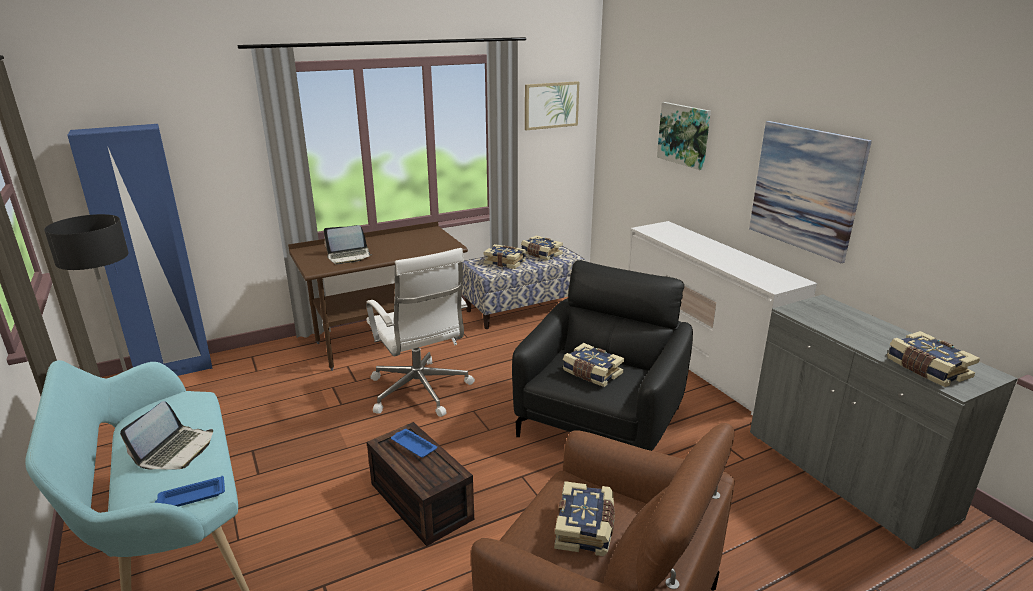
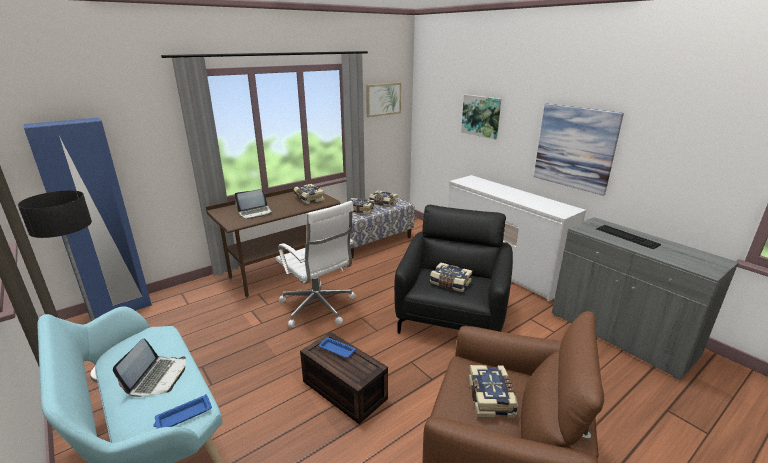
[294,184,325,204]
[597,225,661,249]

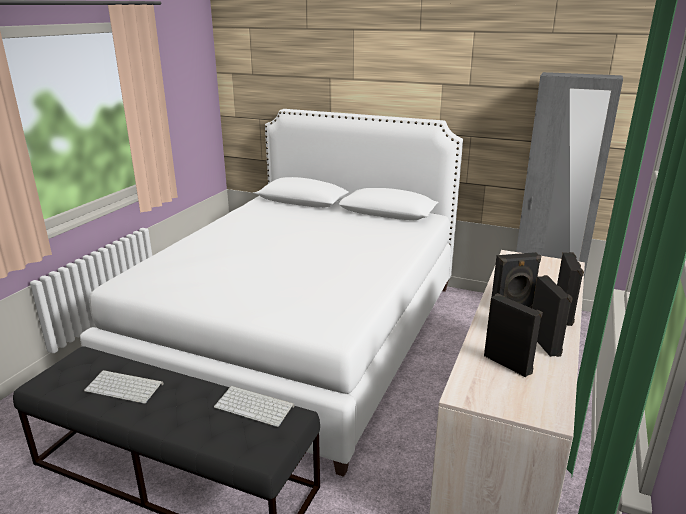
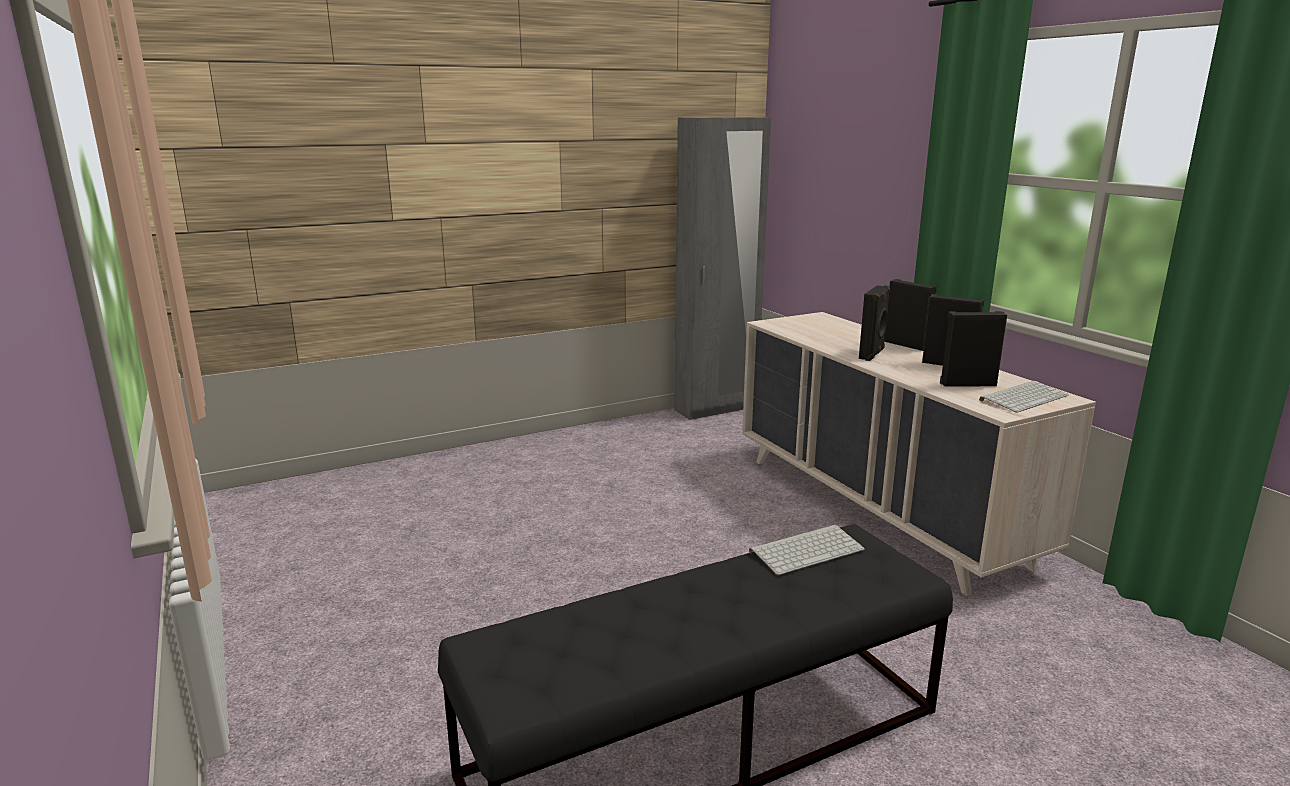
[979,381,1069,413]
[80,109,463,477] (first image)

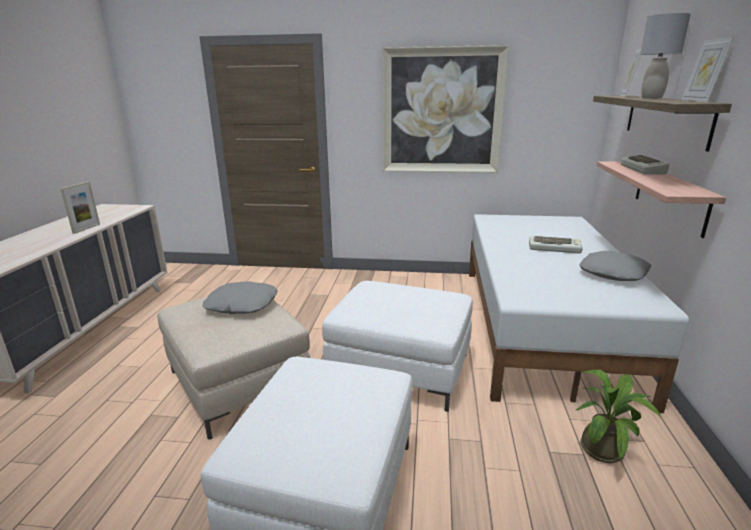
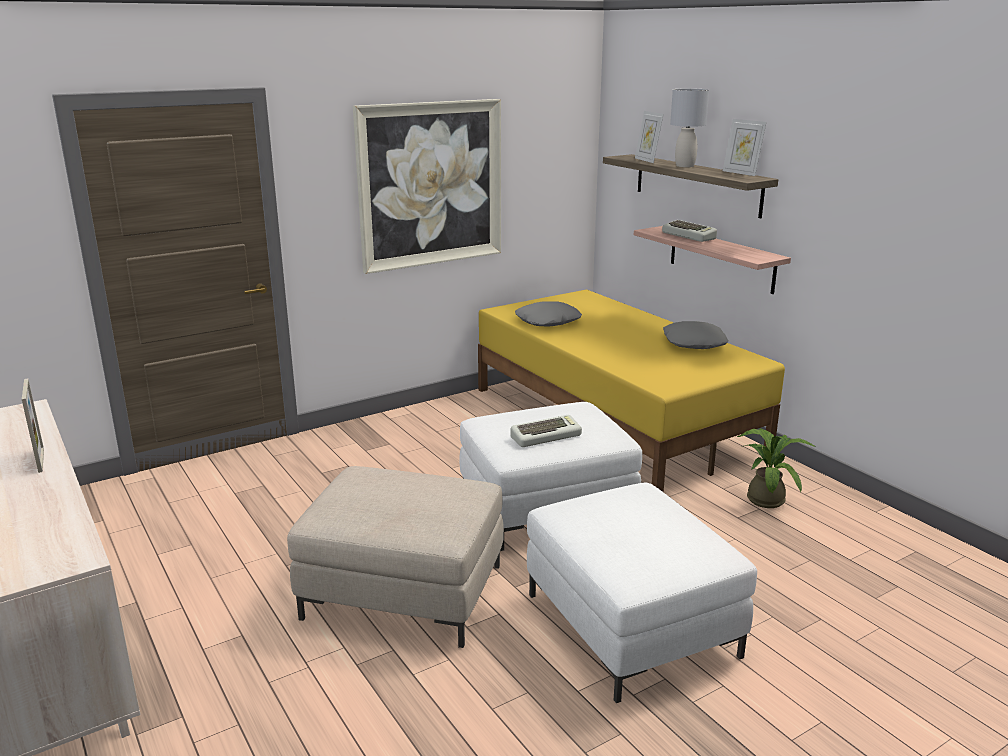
[478,290,785,492]
[511,415,582,447]
[515,301,582,327]

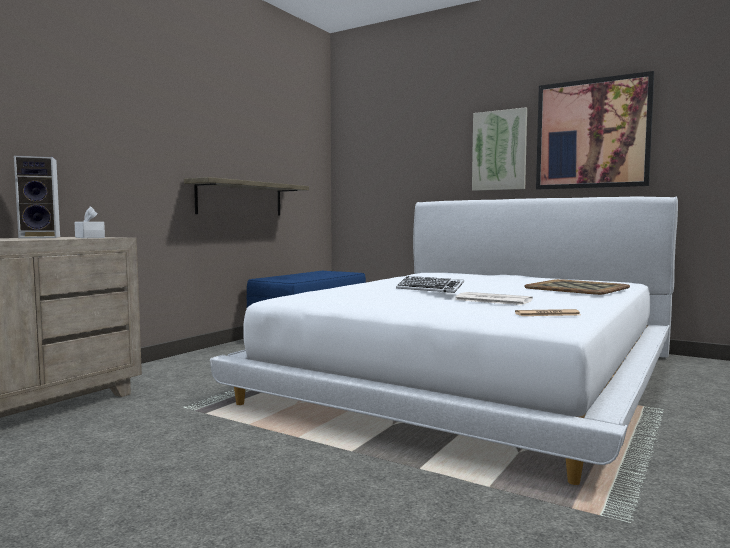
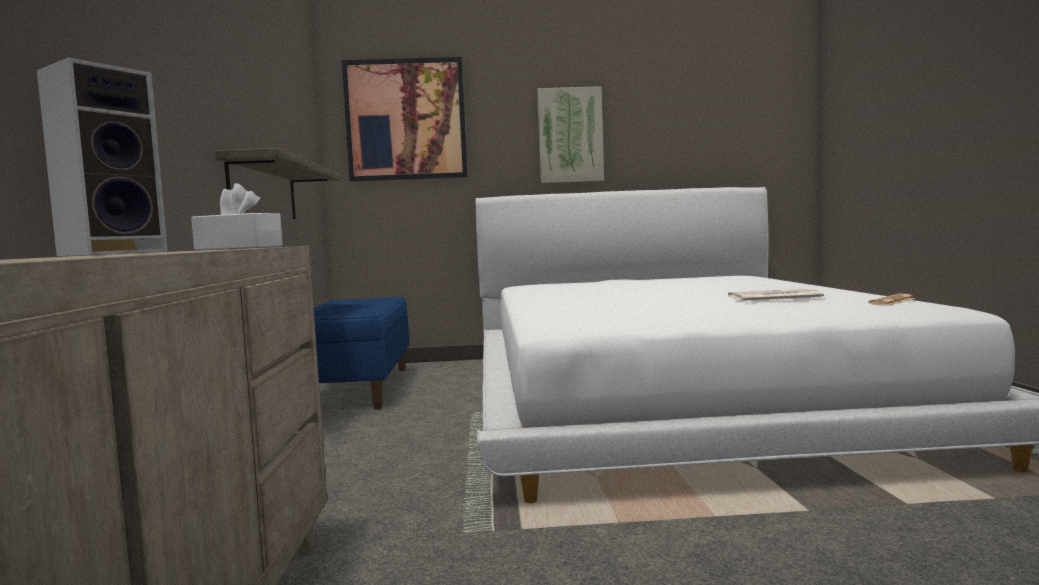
[342,57,468,182]
[396,276,464,293] (first image)
[525,279,630,295] (first image)

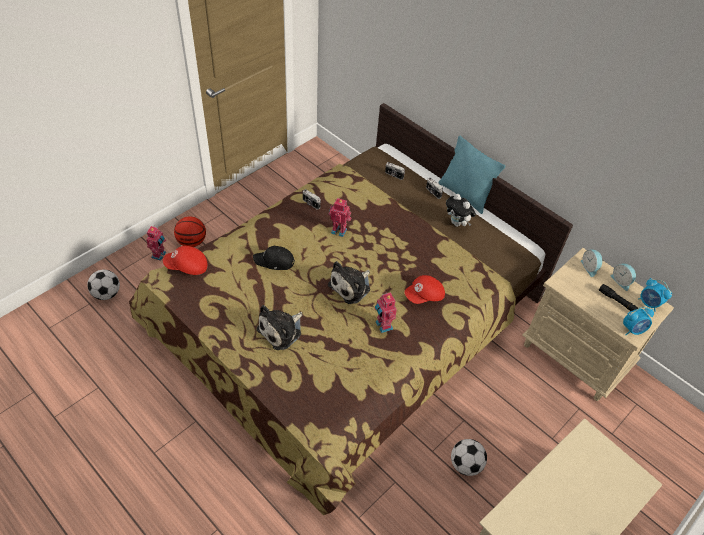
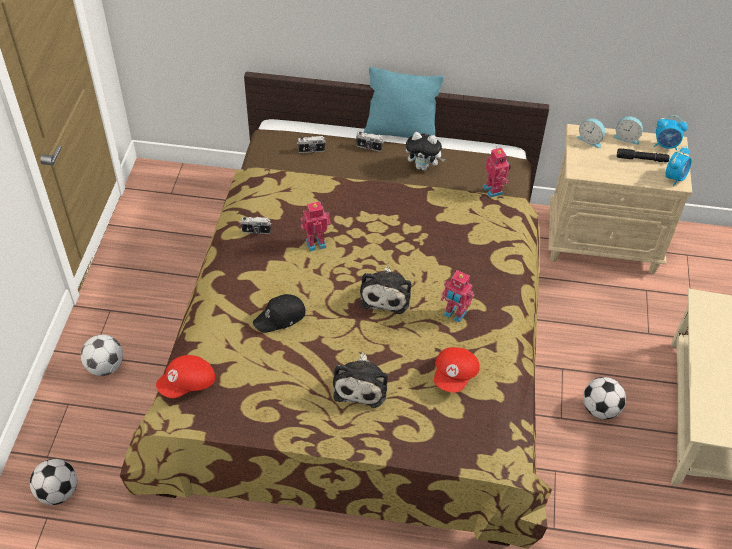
[81,335,123,376]
[434,347,480,392]
[483,146,511,198]

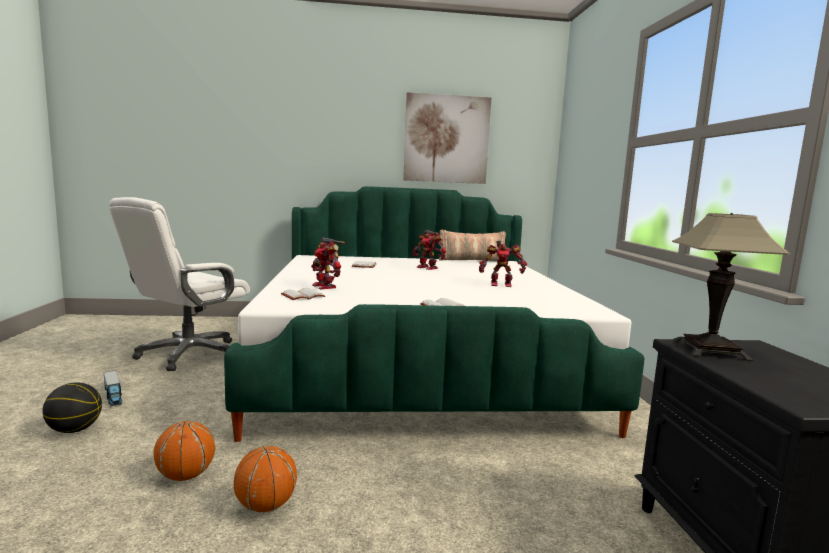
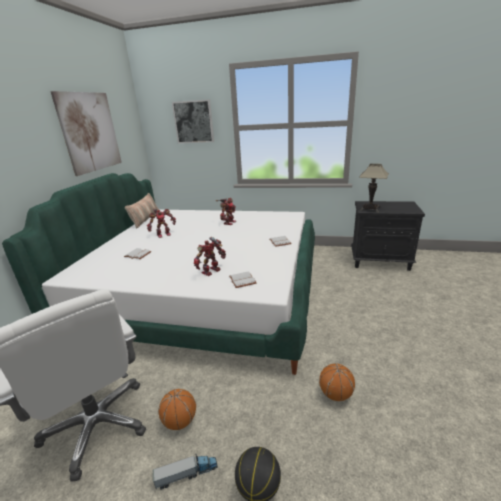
[158,389,196,430]
[172,99,214,143]
[194,237,226,276]

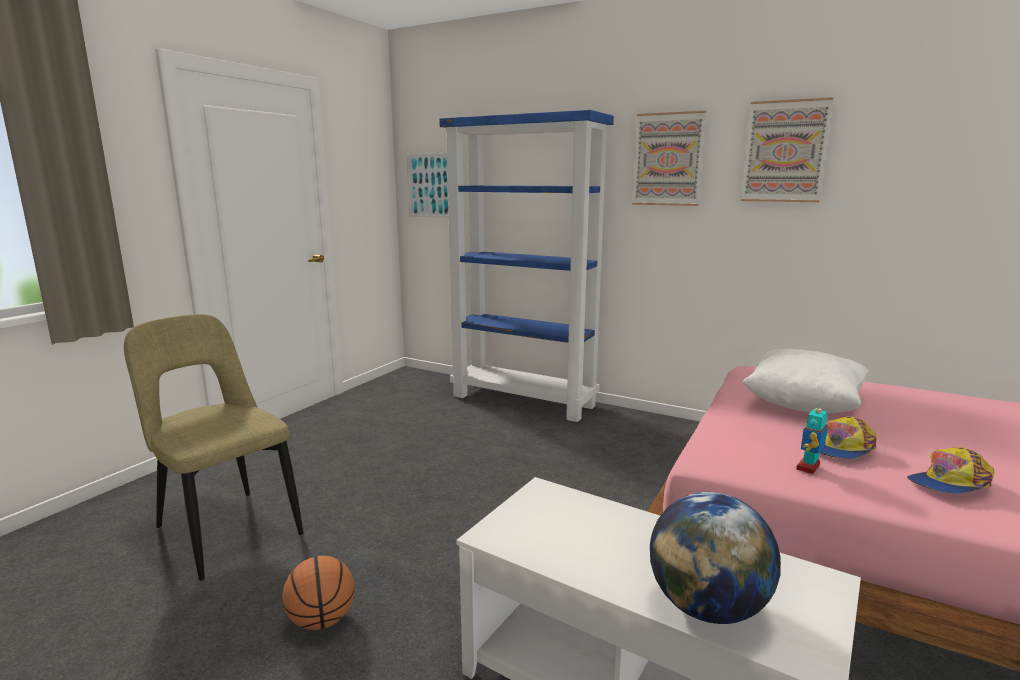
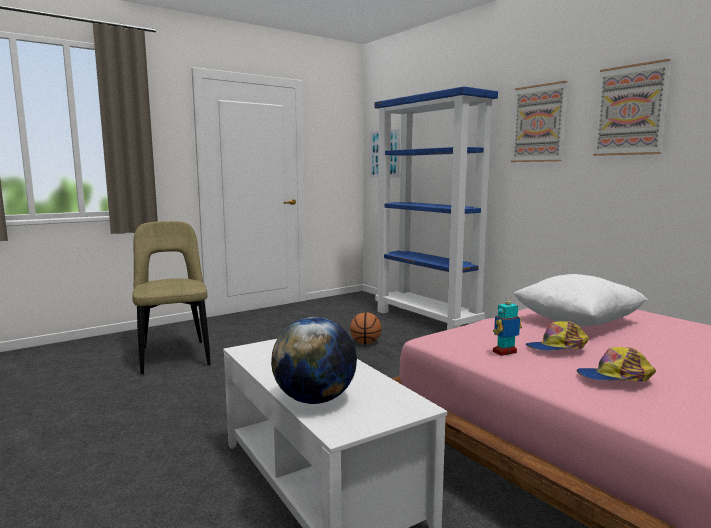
[350,312,382,344]

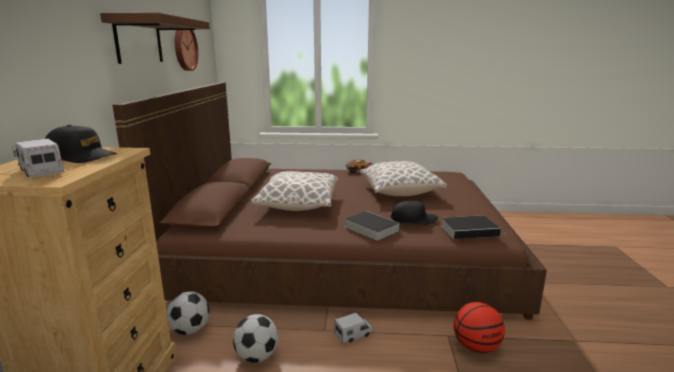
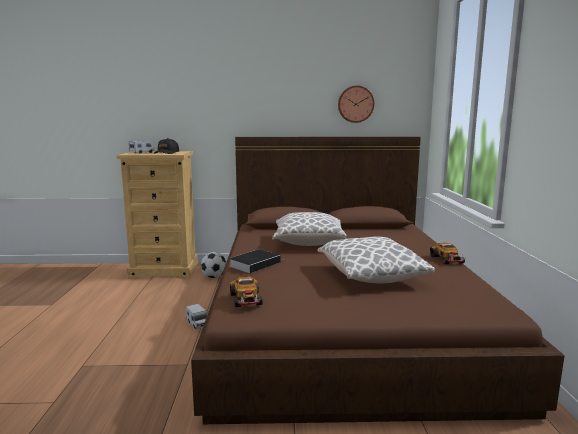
[230,277,262,307]
[100,13,210,64] (first image)
[233,314,278,363] (first image)
[391,201,438,224] (first image)
[454,302,505,353] (first image)

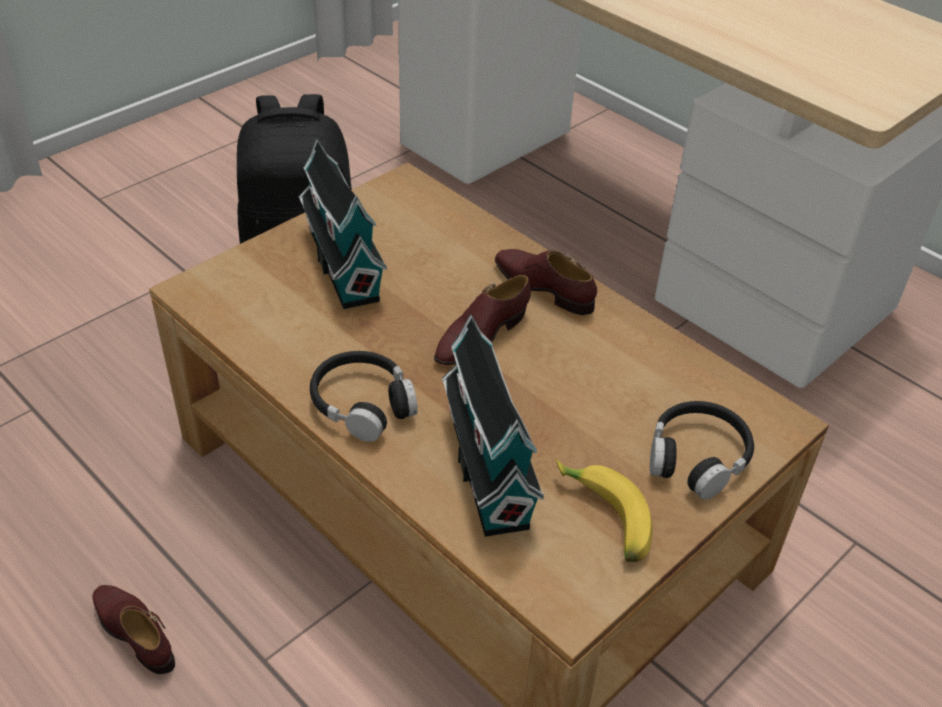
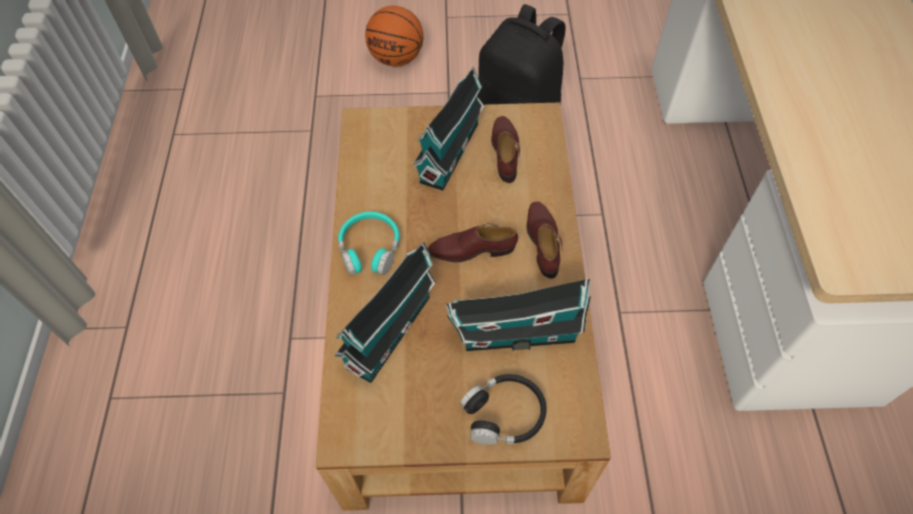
[338,212,400,275]
[365,6,423,66]
[446,278,591,351]
[491,116,520,183]
[556,459,652,562] (first image)

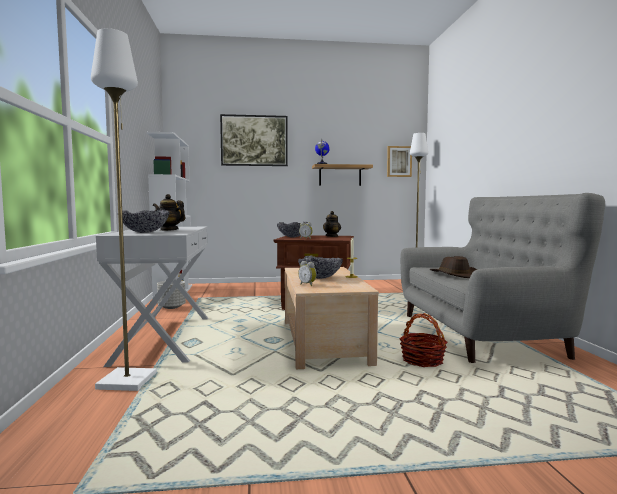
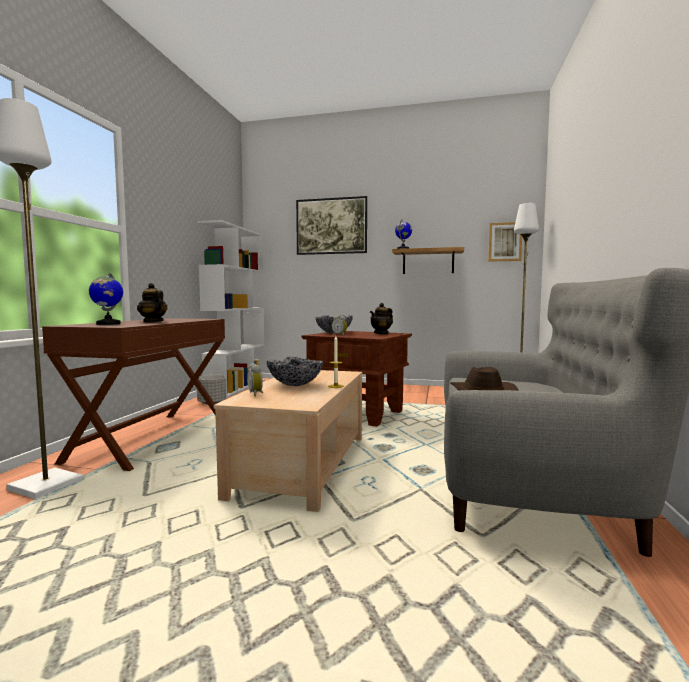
[42,318,225,471]
[89,273,123,325]
[400,313,448,367] (first image)

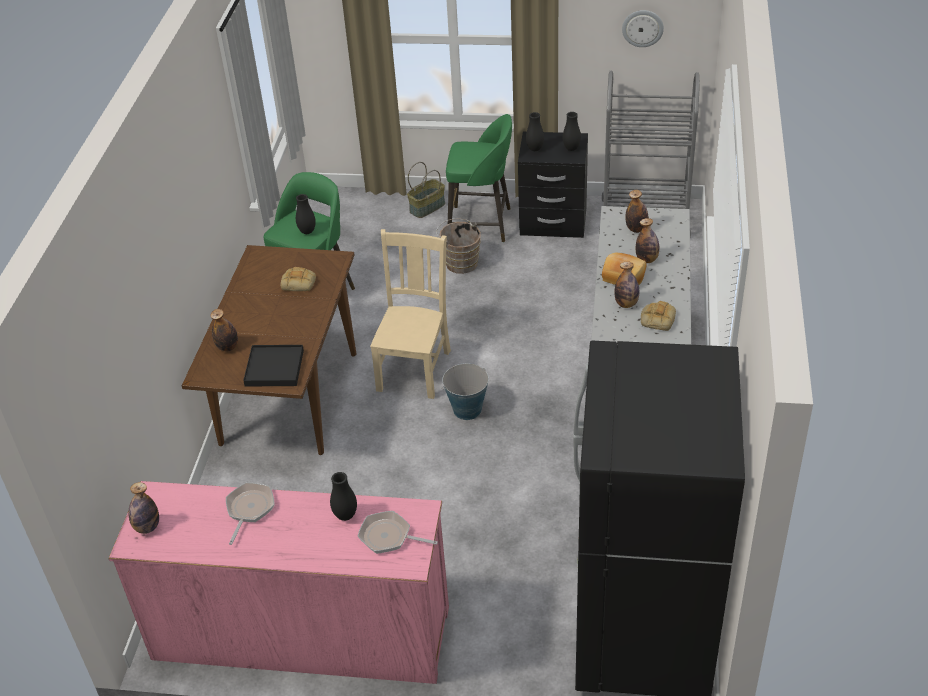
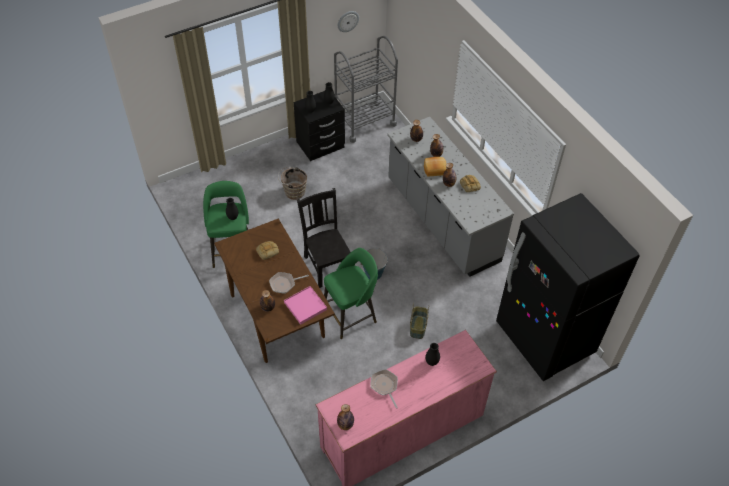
[269,272,309,294]
[284,286,327,325]
[297,188,351,288]
[324,248,378,339]
[410,303,429,339]

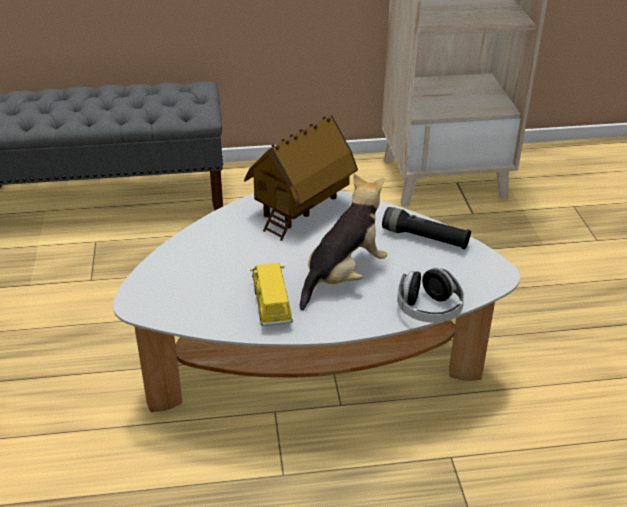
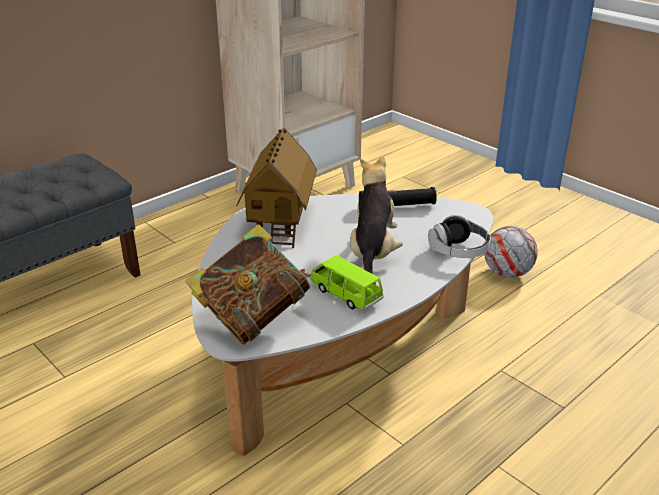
[186,224,311,345]
[309,255,384,311]
[484,226,538,278]

